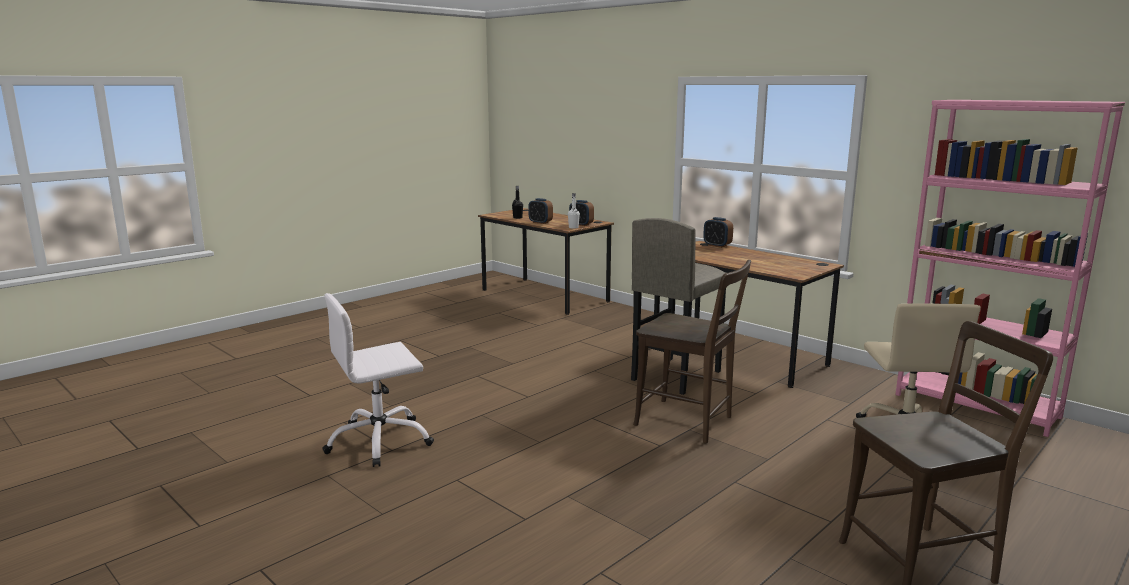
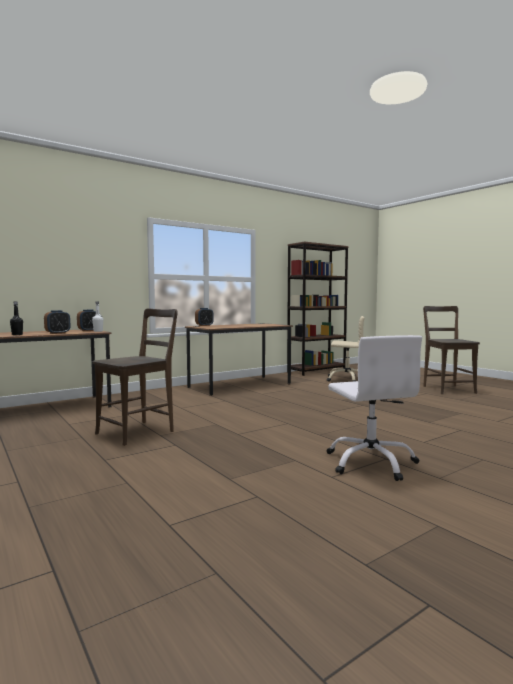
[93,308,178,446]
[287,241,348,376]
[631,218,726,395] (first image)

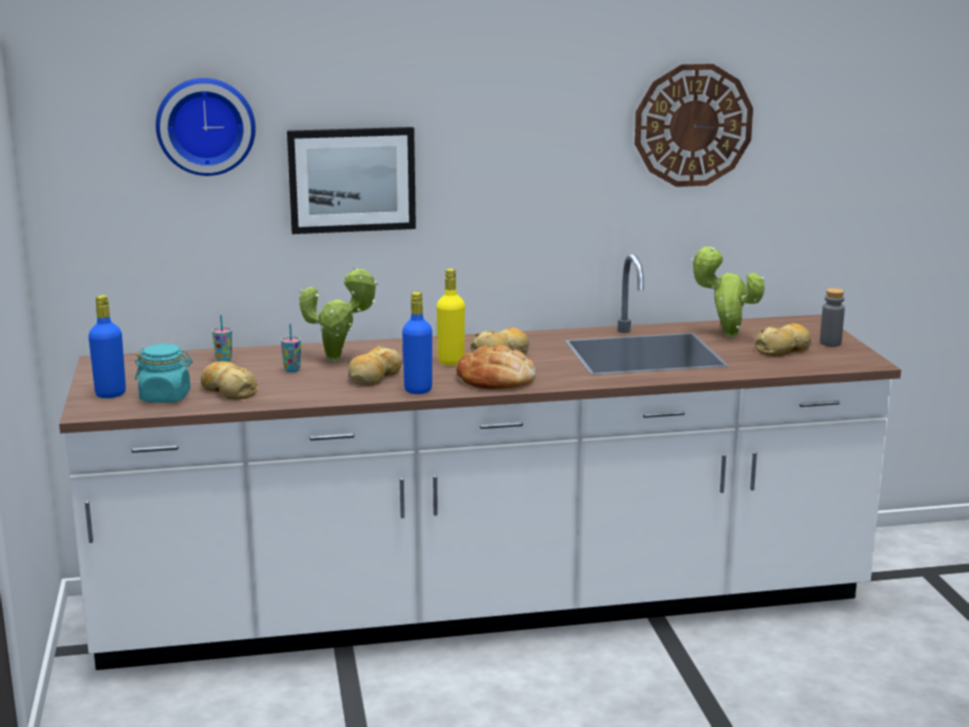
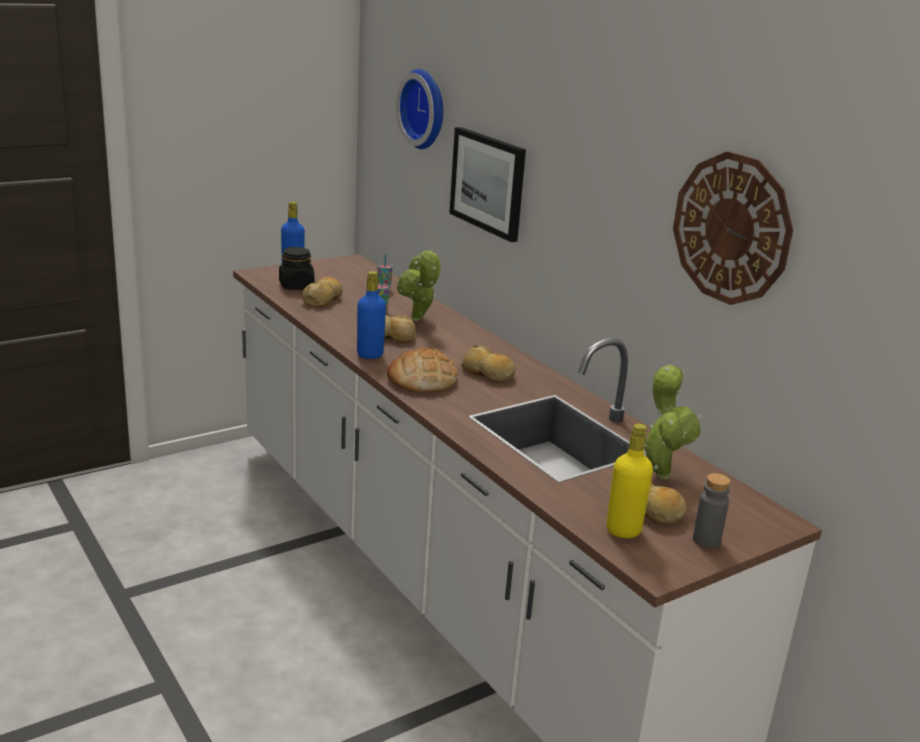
[279,247,314,290]
[606,424,653,538]

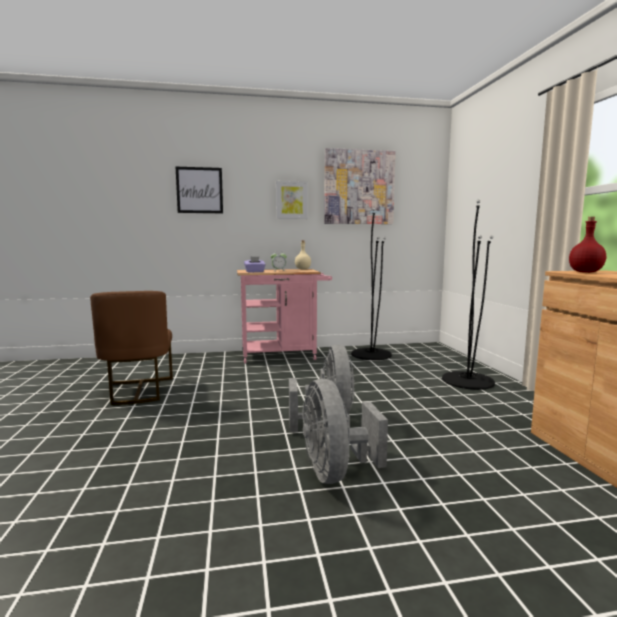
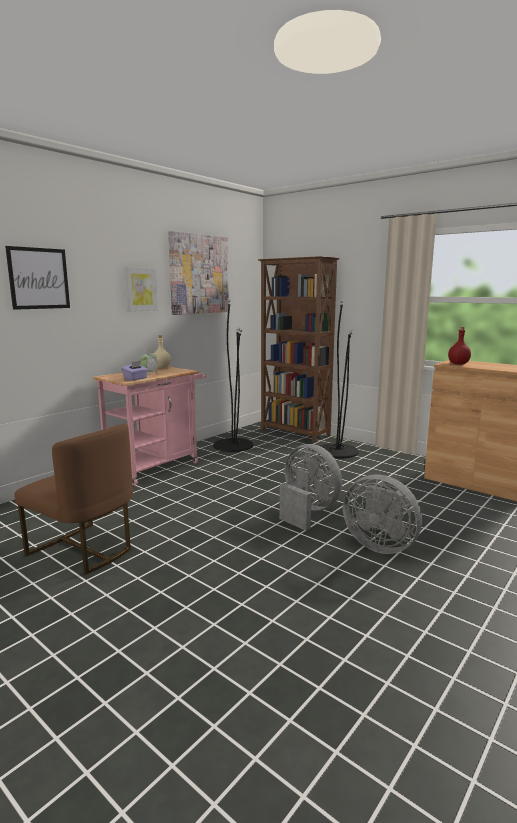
[258,256,340,443]

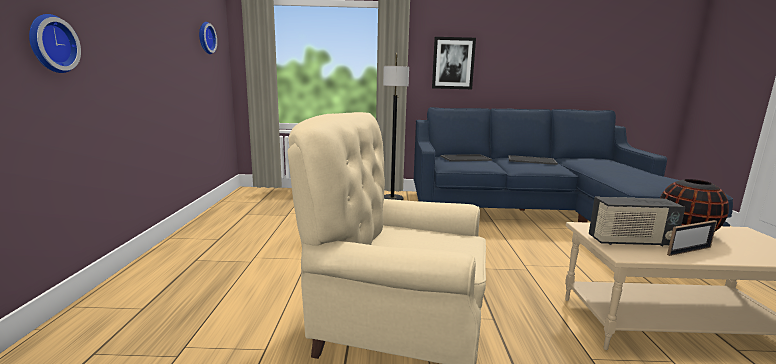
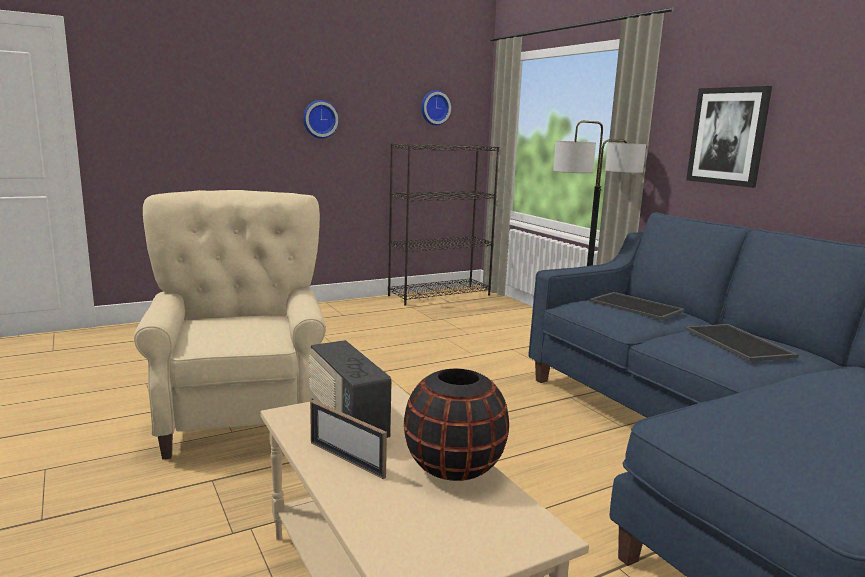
[303,100,339,139]
[388,143,499,306]

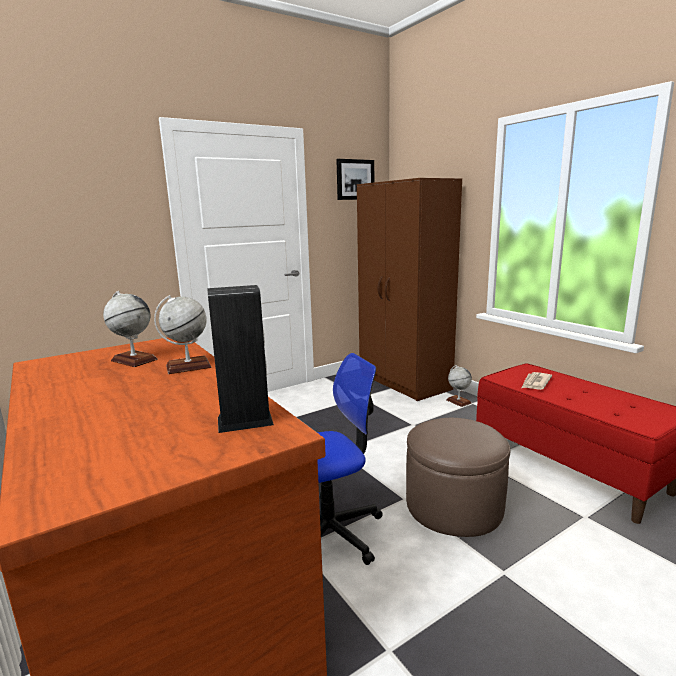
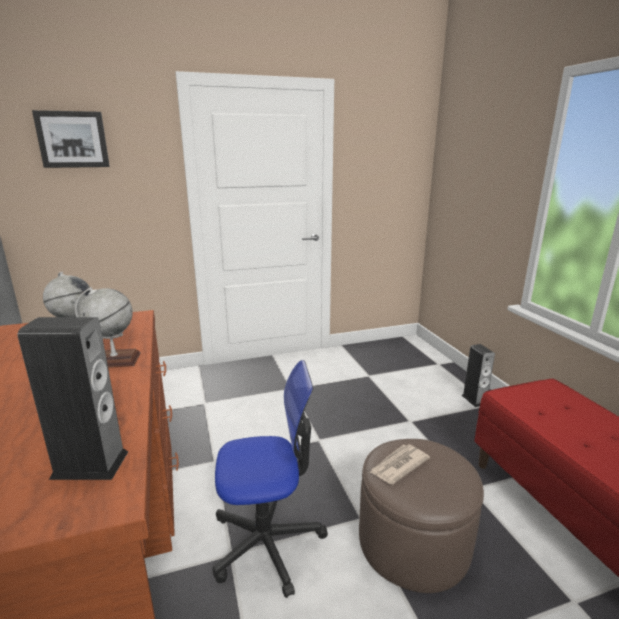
[32,110,110,168]
[369,444,430,484]
[462,344,495,407]
[357,178,462,401] (first image)

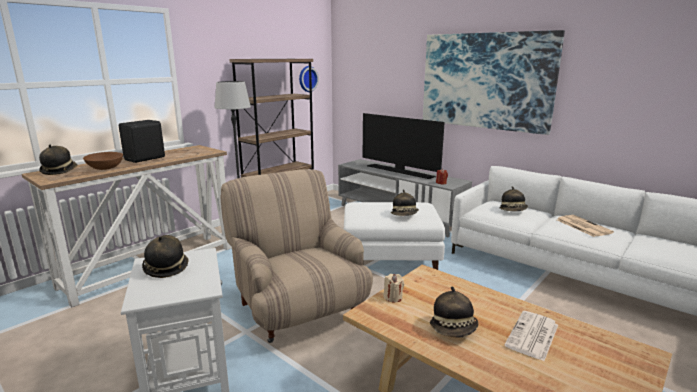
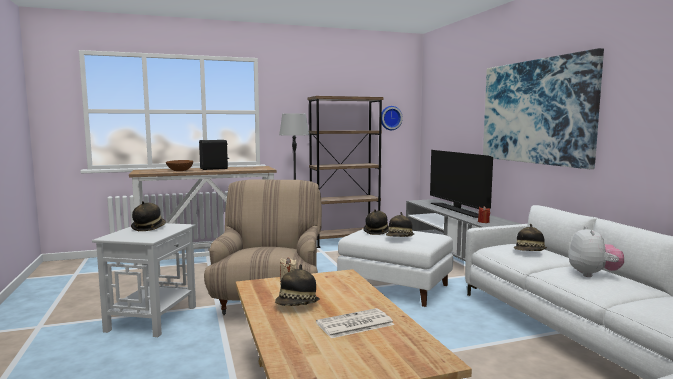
[363,209,389,235]
[569,226,624,277]

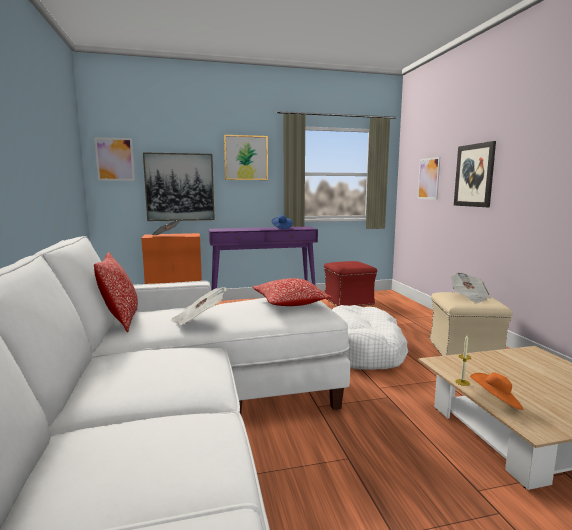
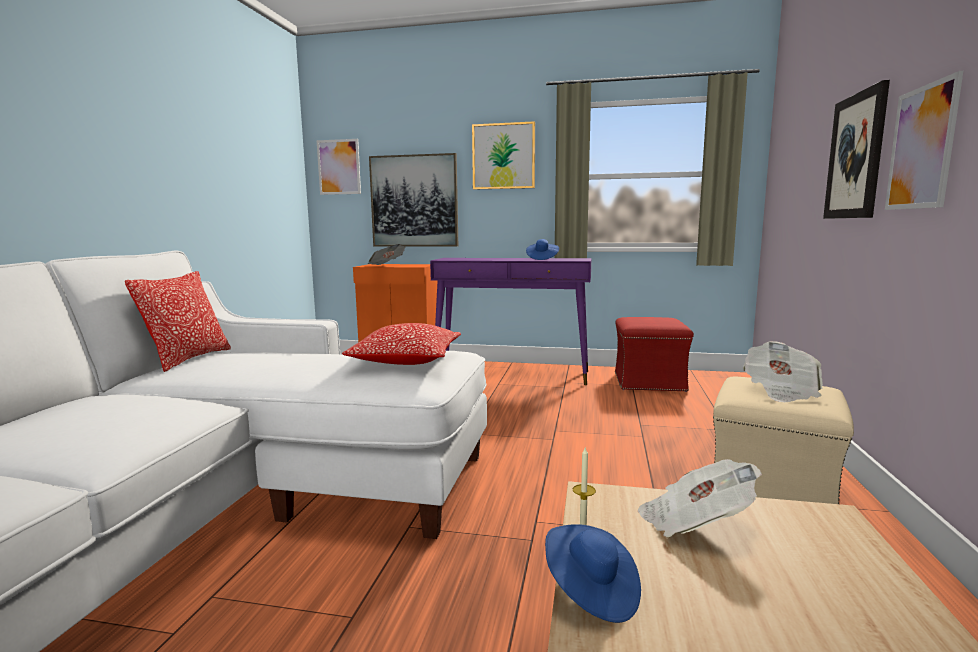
[545,524,641,623]
[638,459,762,537]
[885,71,963,210]
[332,305,408,370] (first image)

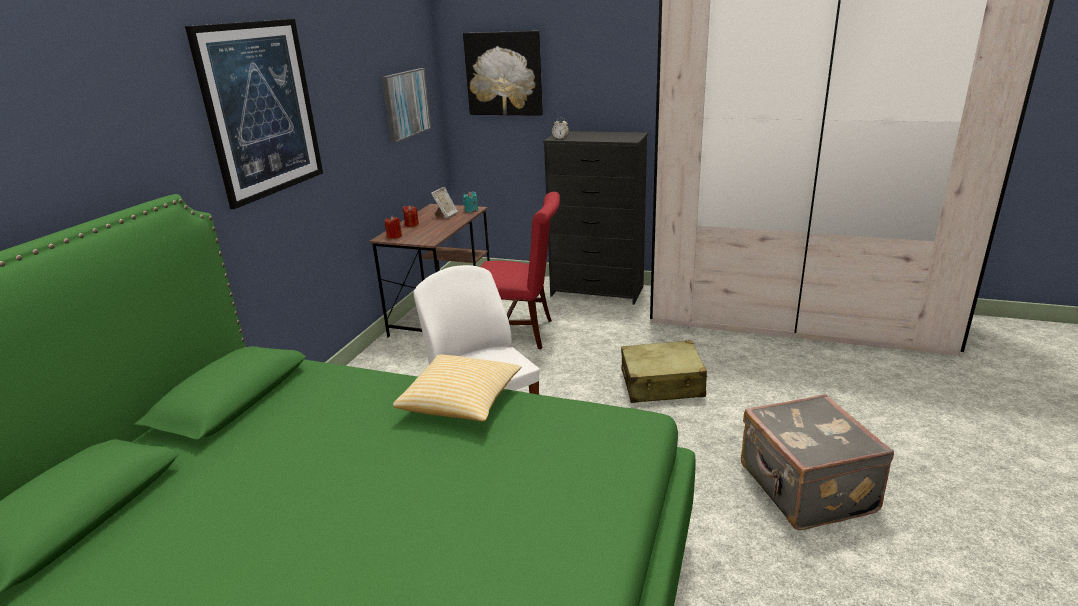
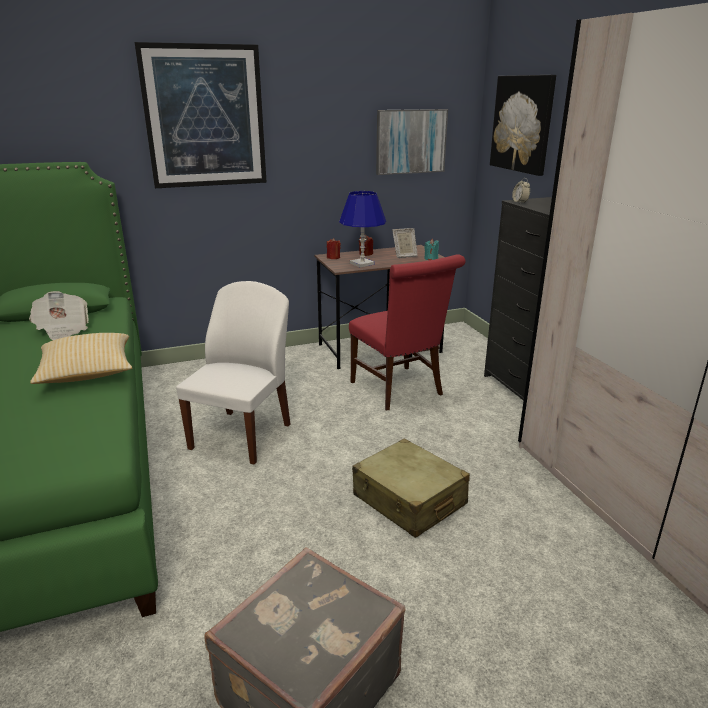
[29,291,89,340]
[339,191,386,267]

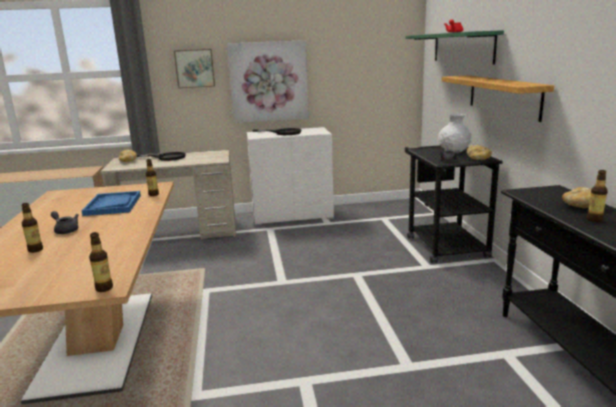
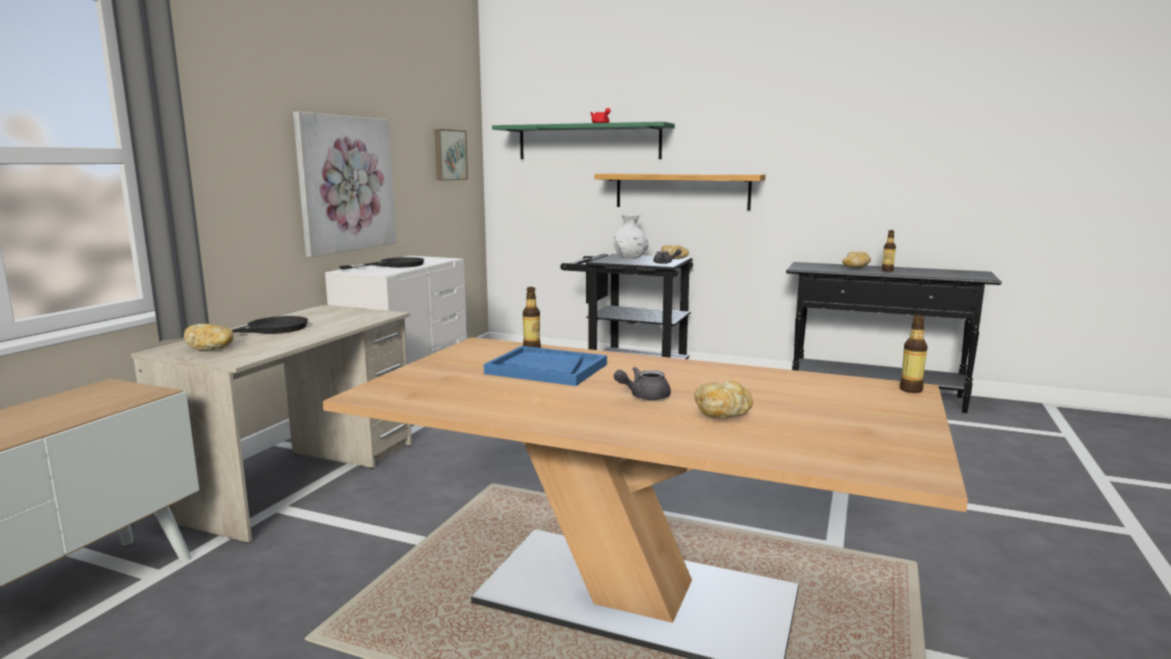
[434,129,468,181]
[695,381,753,418]

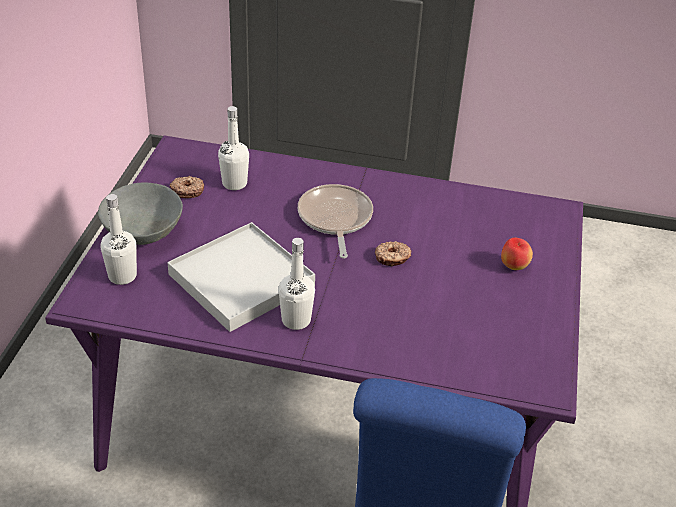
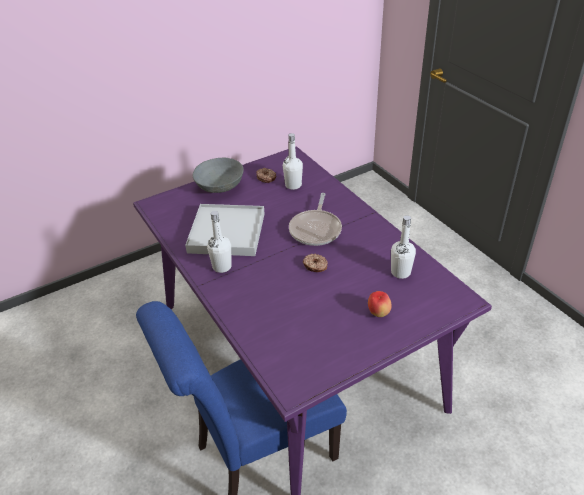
[289,193,342,246]
[391,216,416,279]

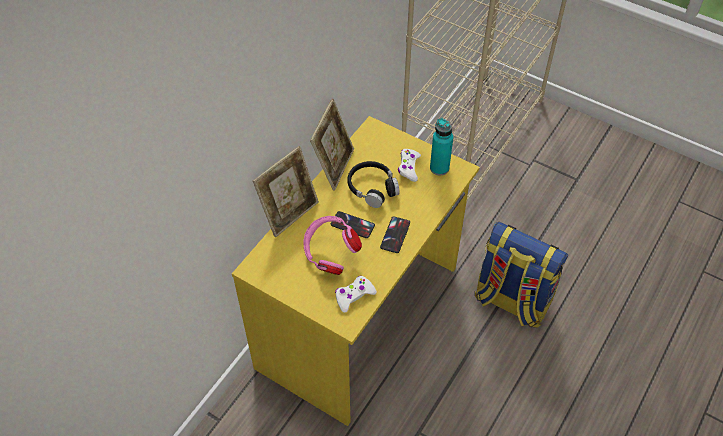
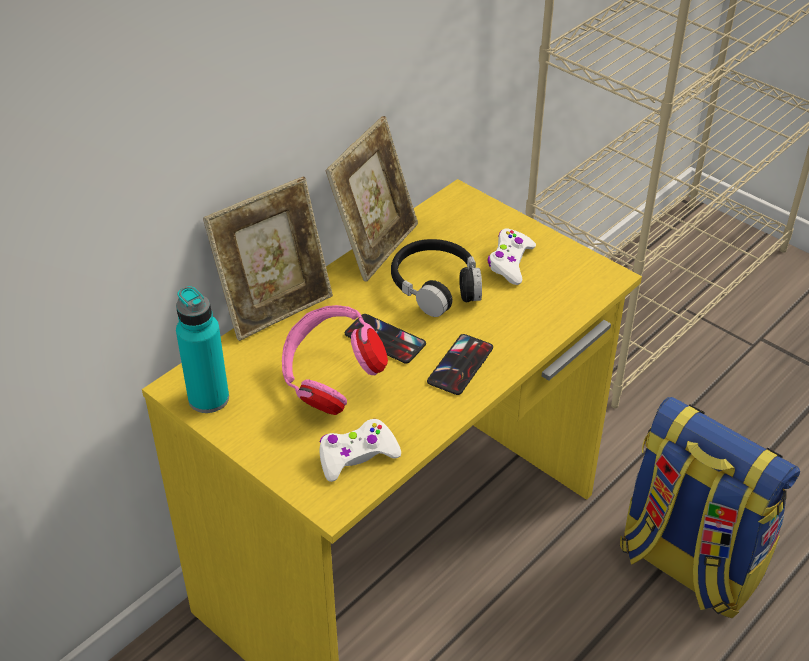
[176,286,229,413]

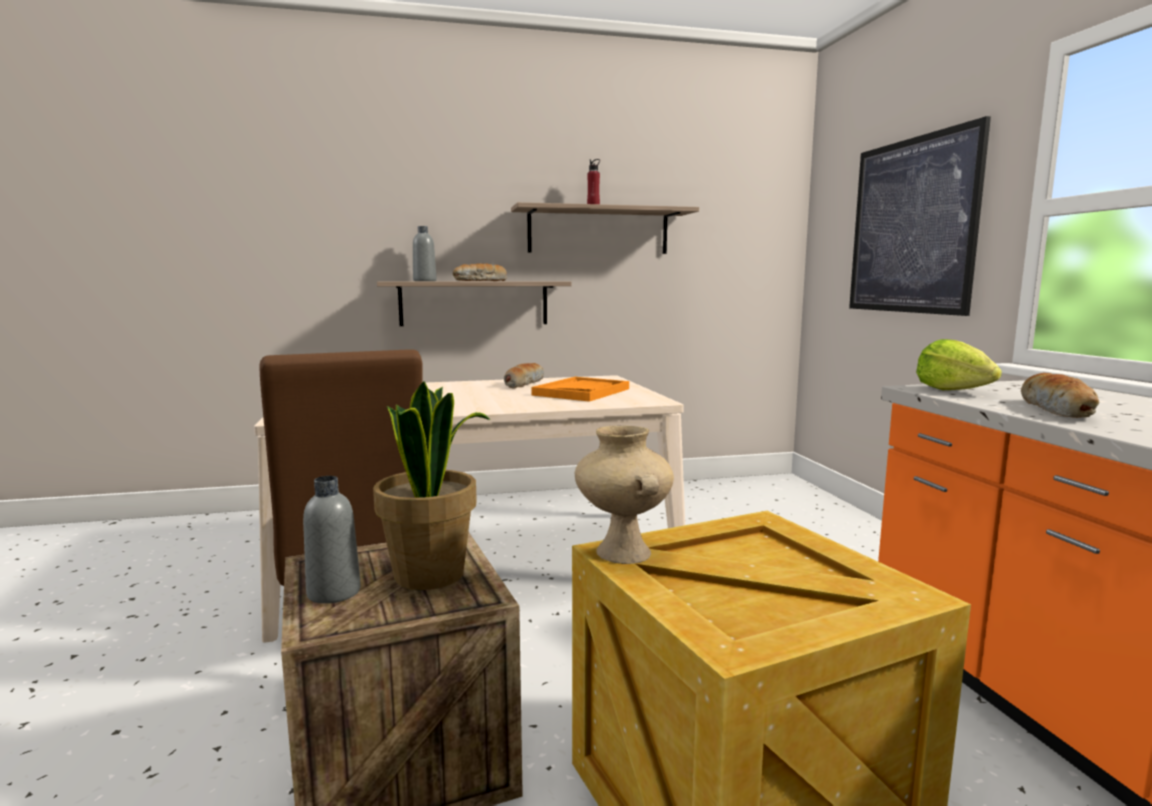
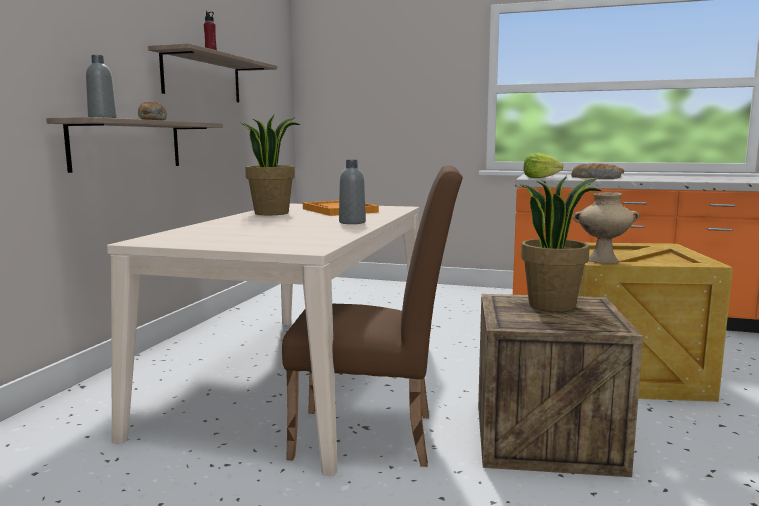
[240,115,300,215]
[339,160,366,224]
[849,116,991,316] (first image)

